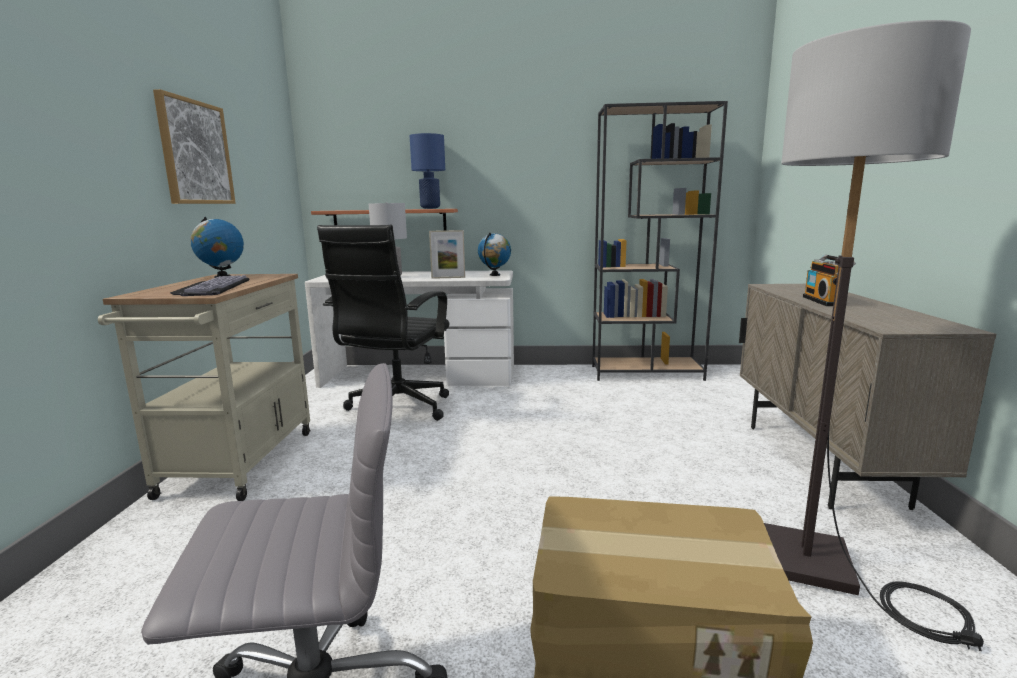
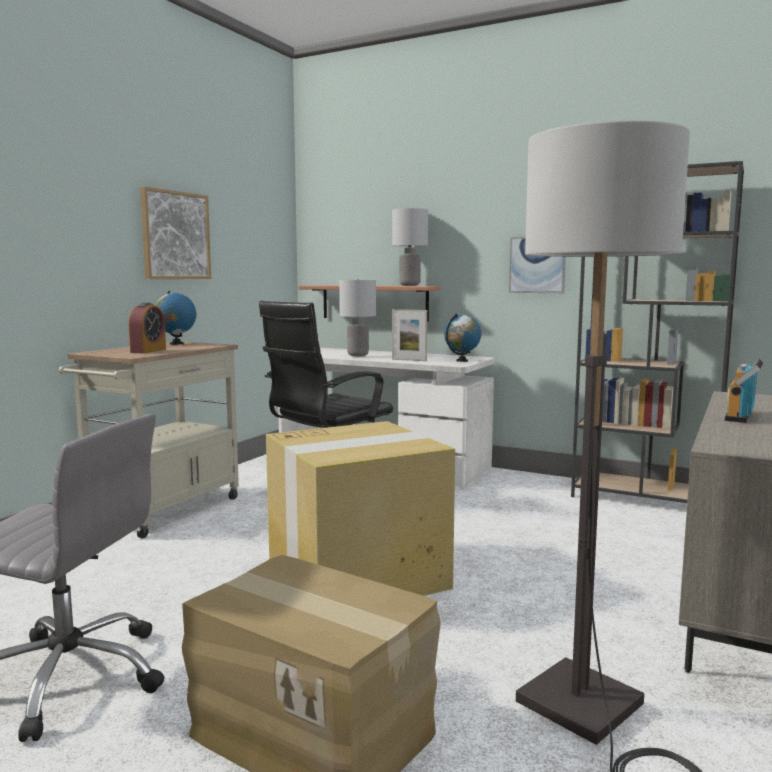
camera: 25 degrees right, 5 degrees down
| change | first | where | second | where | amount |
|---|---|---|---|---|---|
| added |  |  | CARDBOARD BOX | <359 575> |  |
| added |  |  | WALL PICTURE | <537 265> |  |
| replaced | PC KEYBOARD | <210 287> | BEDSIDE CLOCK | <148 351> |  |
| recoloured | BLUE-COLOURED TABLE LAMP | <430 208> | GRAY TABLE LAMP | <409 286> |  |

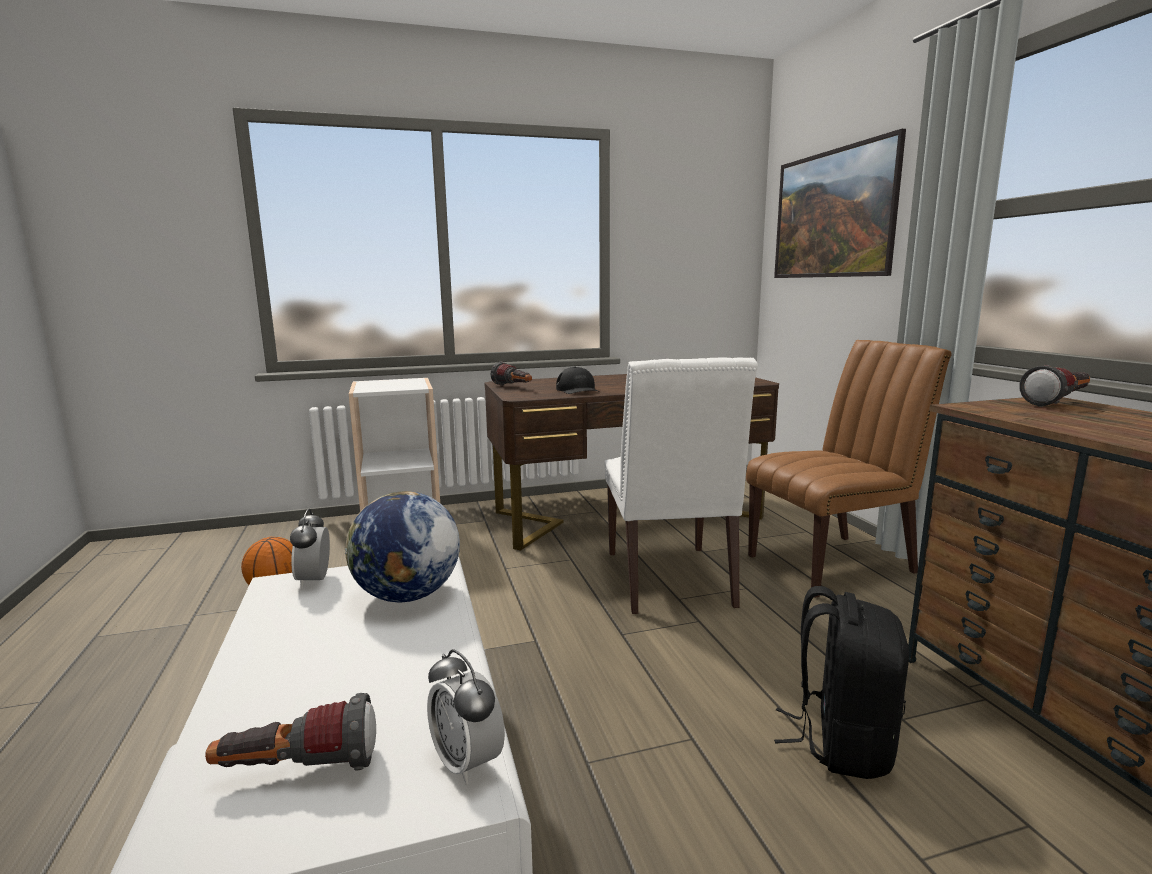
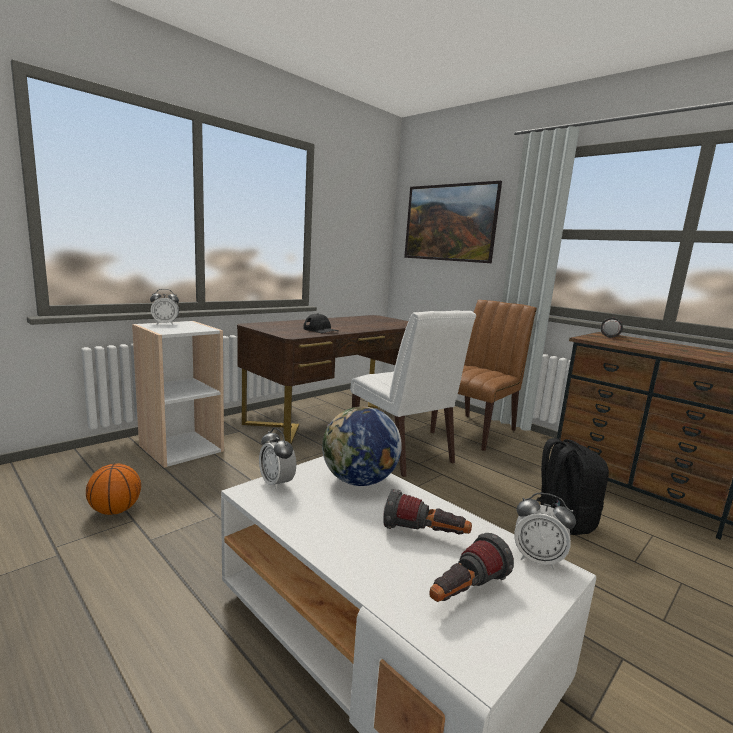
camera: 30 degrees left, 0 degrees up
| change | first | where | second | where | amount |
|---|---|---|---|---|---|
| added |  |  | BEDSIDE CLOCK | <165 324> |  |
| moved | HAND TORCH | <514 387> |  | <425 534> |  |

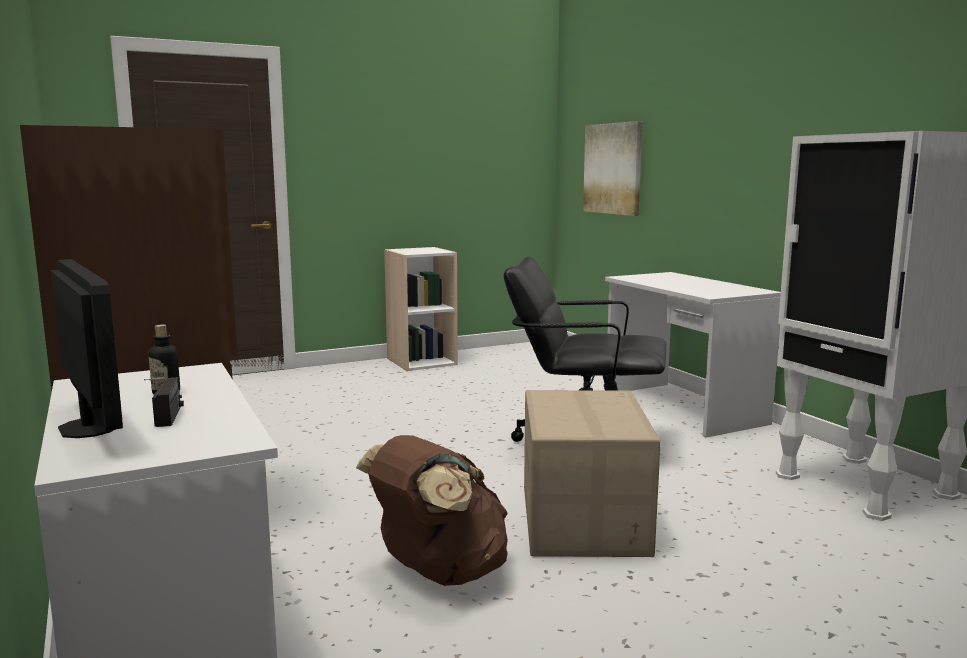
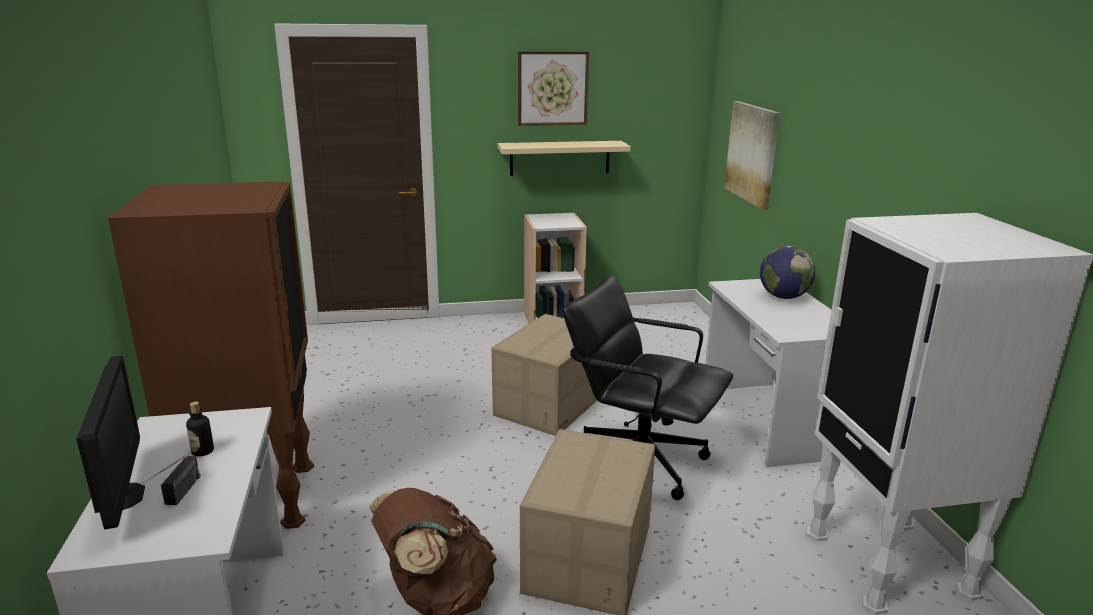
camera: 15 degrees right, 10 degrees up
| change | first | where | second | where | amount |
|---|---|---|---|---|---|
| added |  |  | CARDBOARD BOX | <551 405> |  |
| added |  |  | BEIGE-COLOURED BRACKET SHELF | <560 158> |  |
| added |  |  | WALL PICTURE | <552 88> |  |
| added |  |  | GLOBE | <783 297> |  |

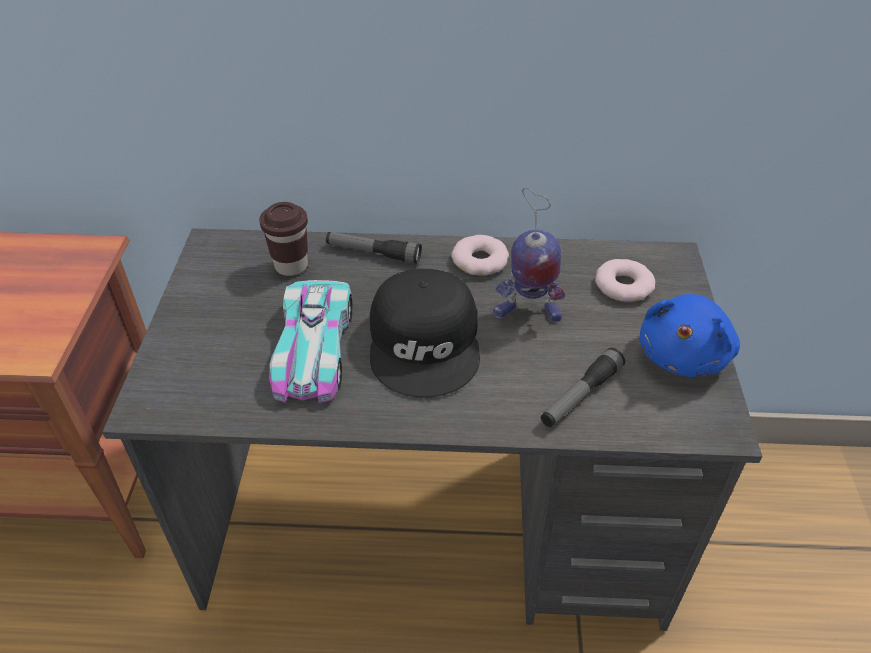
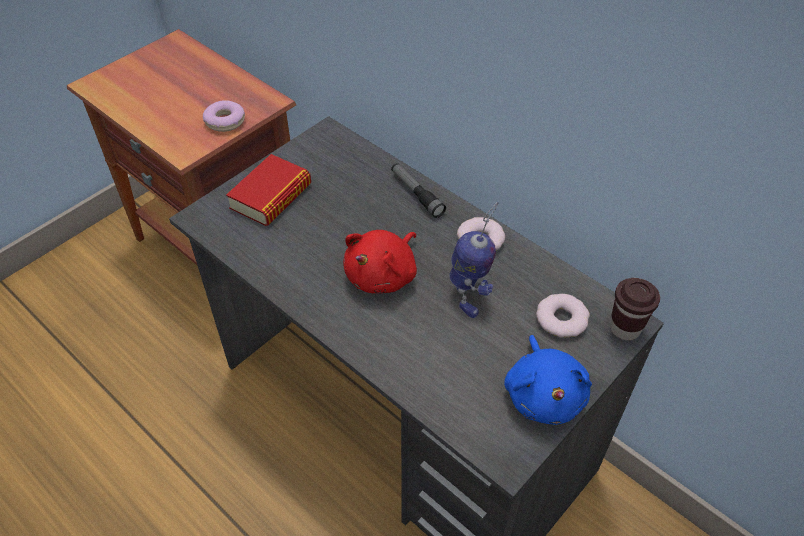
camera: 40 degrees right, 5 degrees up
| change | first | where | second | where | amount |
|---|---|---|---|---|---|
| removed | MODEL CAR | <314 348> |  |  |  |
| removed | HAND TORCH | <580 395> |  |  |  |
| added |  |  | RING DOUGHNUT | <225 121> |  |
| added |  |  | VOLUME | <271 196> |  |
| moved | BROWN CUP | <291 266> |  | <625 329> |  |
| replaced | BLACK-COLOURED CAP | <426 342> | RED CUDDLY TOY | <383 275> |  |
| turned | ROBOT FIGURE | <526 313> |  | <469 296> | 135 degrees counterclockwise |
| turned | BLUE-COLOURED CUDDLY TOY | <683 355> |  | <544 394> | 75 degrees counterclockwise |

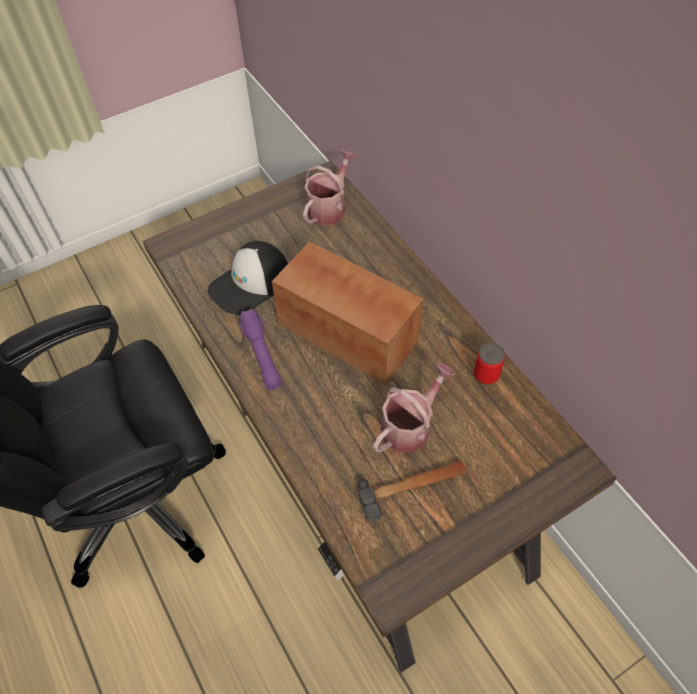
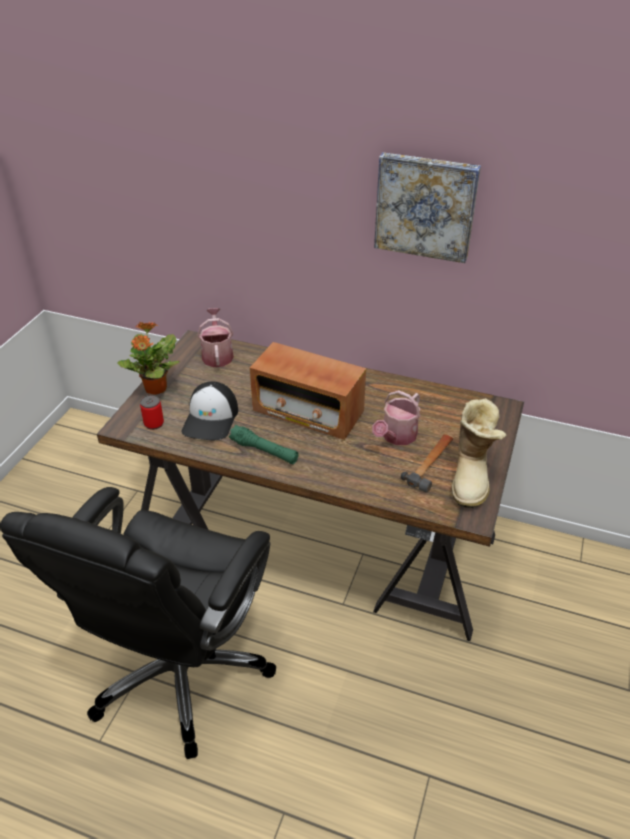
camera: 40 degrees left, 15 degrees down
| change | first | where | second | where | amount |
|---|---|---|---|---|---|
| added |  |  | HOUSEPLANT | <155 389> |  |
| added |  |  | WALL PICTURE | <426 206> |  |
| added |  |  | BOOT | <472 477> |  |
| moved | METAL CAN | <486 375> |  | <154 423> |  |
| recoloured | PURPLE HAND TORCH | <261 355> | GREENISH HAND TORCH | <264 451> |  |
| turned | RADIO RECEIVER | <348 334> |  | <308 413> | 150 degrees counterclockwise |
| turned | SPRINKLING CAN | <410 426> |  | <396 437> | 150 degrees counterclockwise |

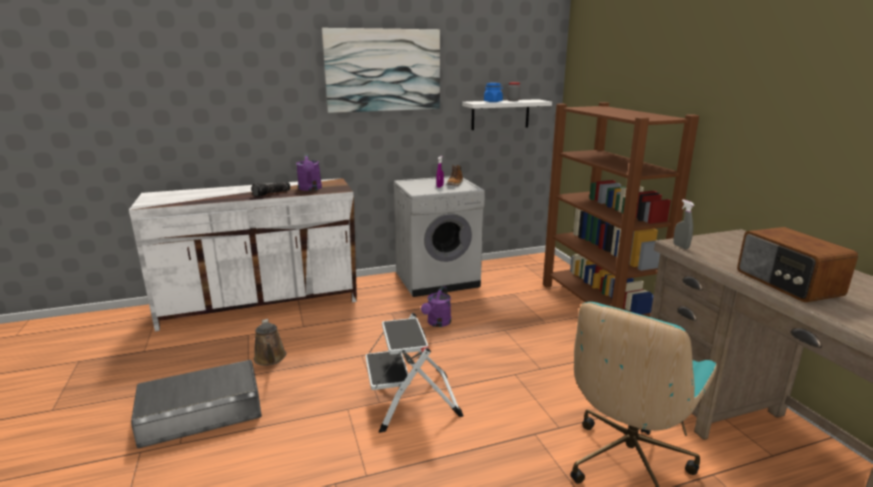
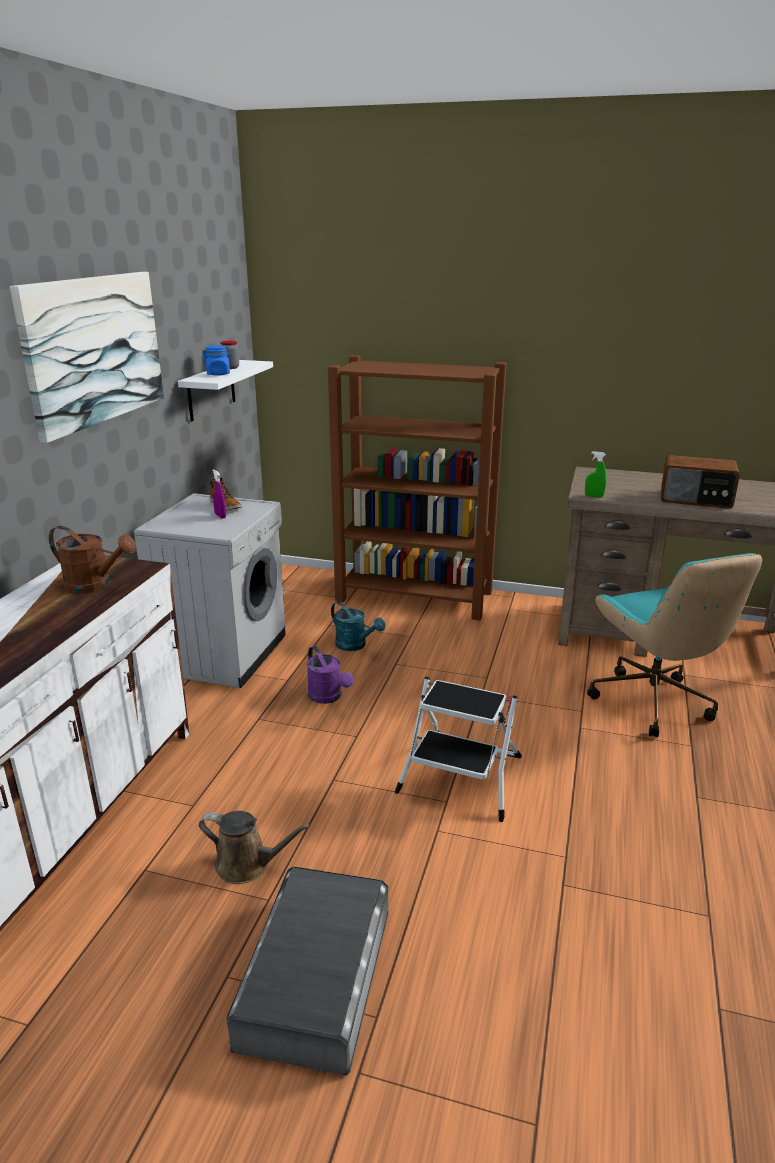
camera: 55 degrees left, 5 degrees up
| change | first | where | second | where | amount |
|---|---|---|---|---|---|
| removed | HAND TORCH | <272 194> |  |  |  |
| added |  |  | BLUE-GREEN SPRINKLING CAN | <355 645> |  |
| recoloured | PURPLE SPRINKLING CAN | <310 189> | BROWN SPRINKLING CAN | <95 585> |  |
| recoloured | GRAY SPRAY BOTTLE | <680 246> | GREENISH SPRAY BOTTLE | <594 496> |  |

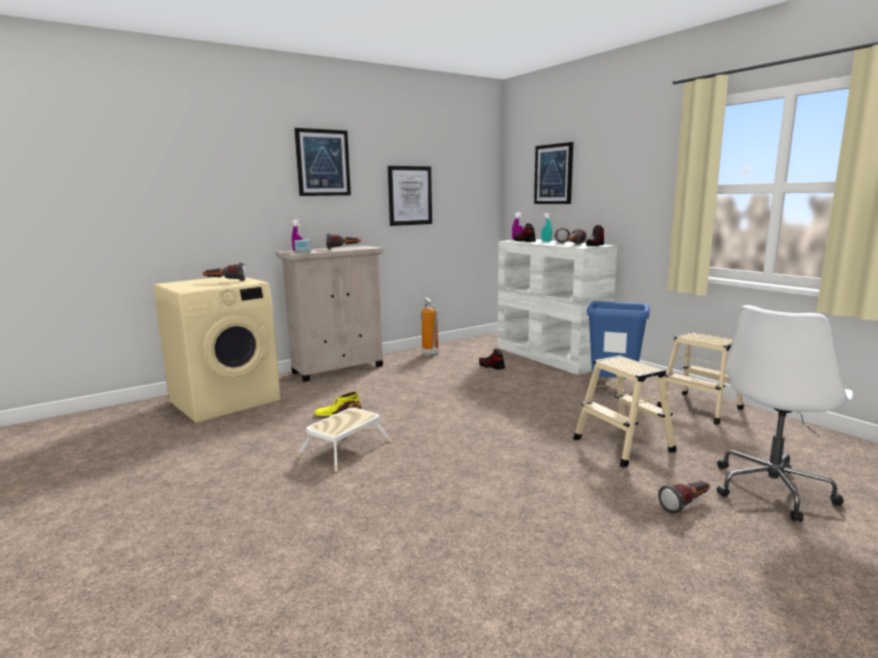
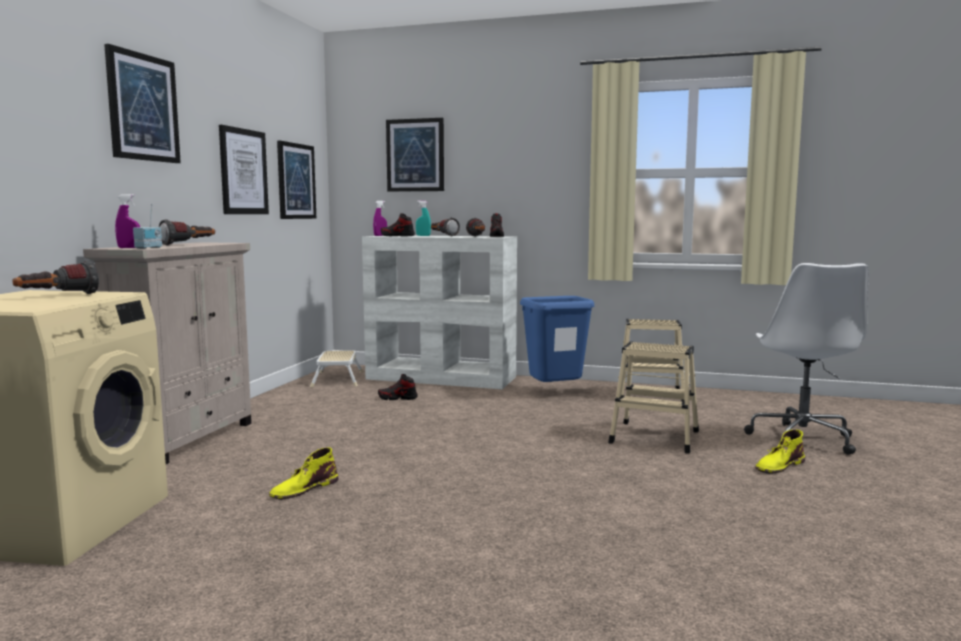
camera: 40 degrees left, 5 degrees down
| change | first | where | second | where | amount |
|---|---|---|---|---|---|
| removed | EXTINGUISHER | <430 353> |  |  |  |
| added |  |  | WALL PICTURE | <296 181> |  |
| moved | BEIGE-COLOURED STEP LADDER | <345 448> |  | <338 379> |  |
| replaced | HAND TORCH | <686 505> | YELLOW-COLOURED BOOT | <779 465> |  |

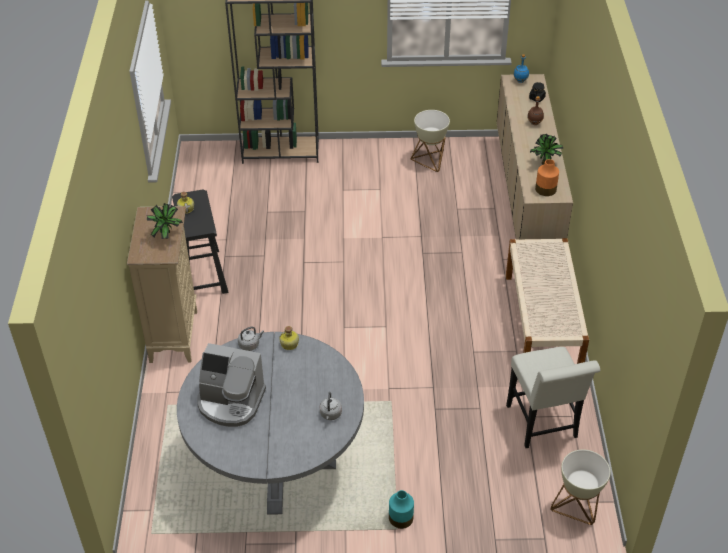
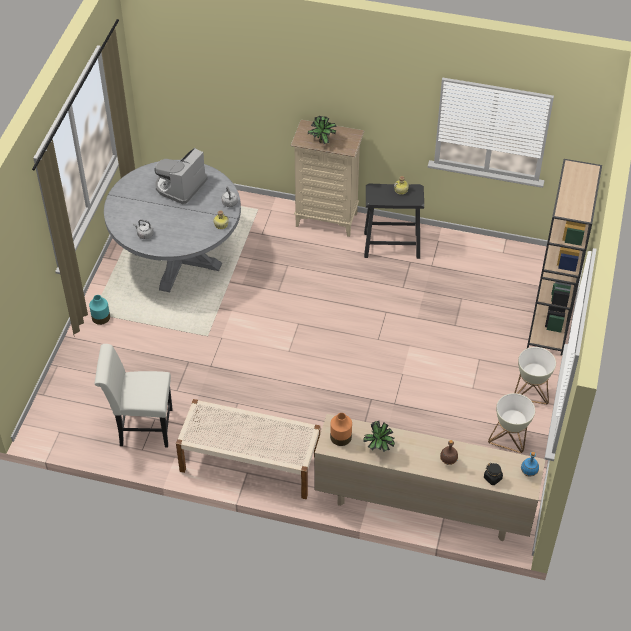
camera: 105 degrees right, 5 degrees up
| change | first | where | second | where | amount |
|---|---|---|---|---|---|
| moved | FLOWER POT | <576 508> |  | <530 393> |  |

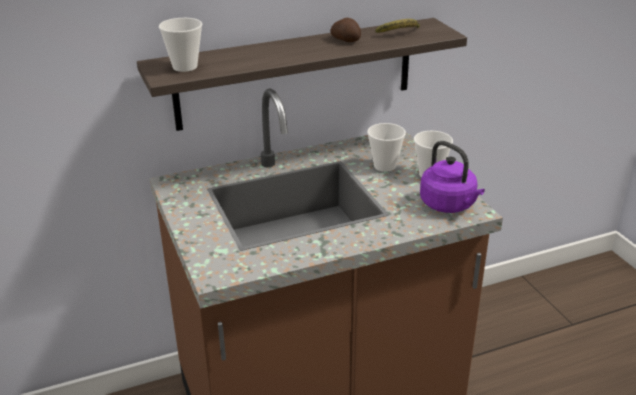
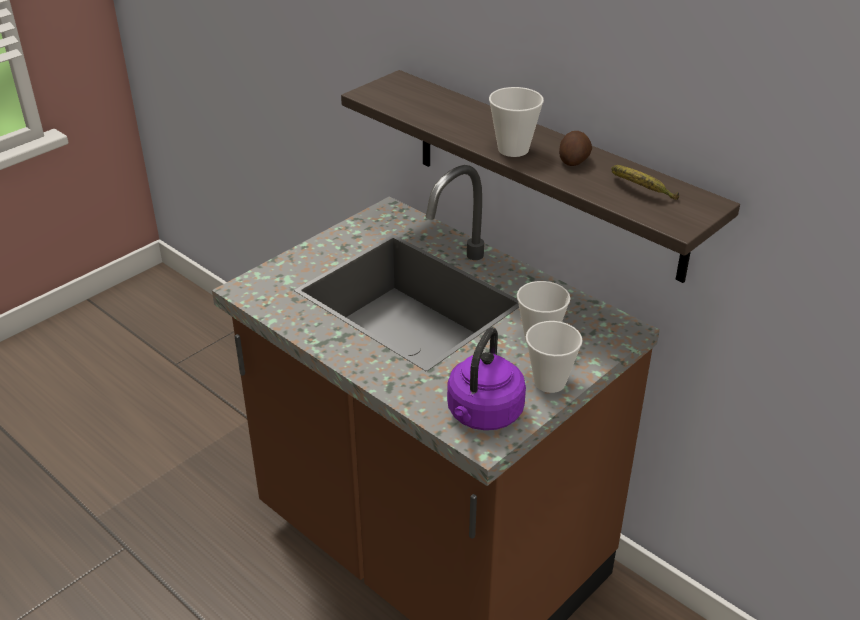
camera: 65 degrees right, 5 degrees up
| change | first | where | second | where | amount |
|---|---|---|---|---|---|
| moved | CUP | <185 67> |  | <513 149> |  |

